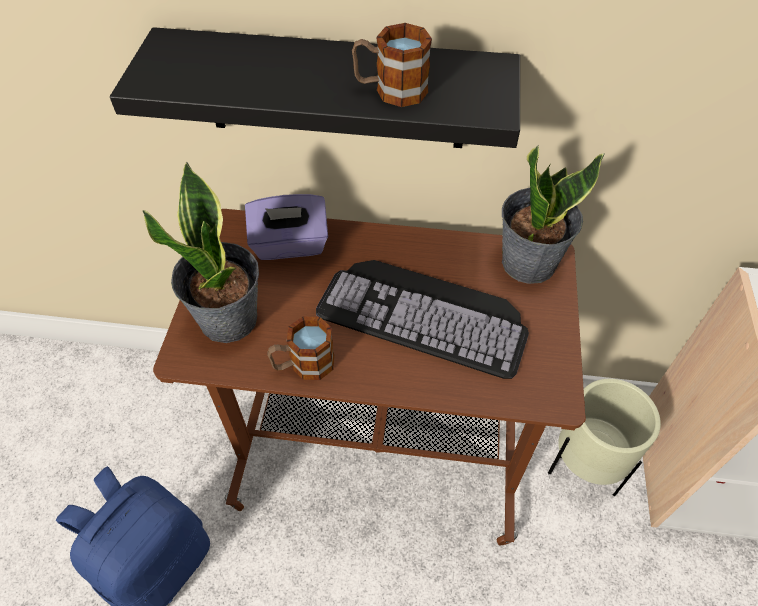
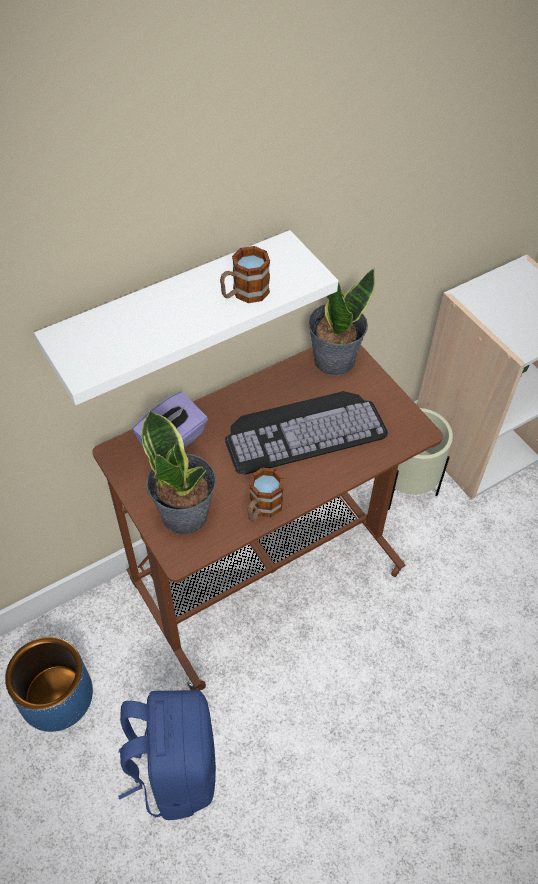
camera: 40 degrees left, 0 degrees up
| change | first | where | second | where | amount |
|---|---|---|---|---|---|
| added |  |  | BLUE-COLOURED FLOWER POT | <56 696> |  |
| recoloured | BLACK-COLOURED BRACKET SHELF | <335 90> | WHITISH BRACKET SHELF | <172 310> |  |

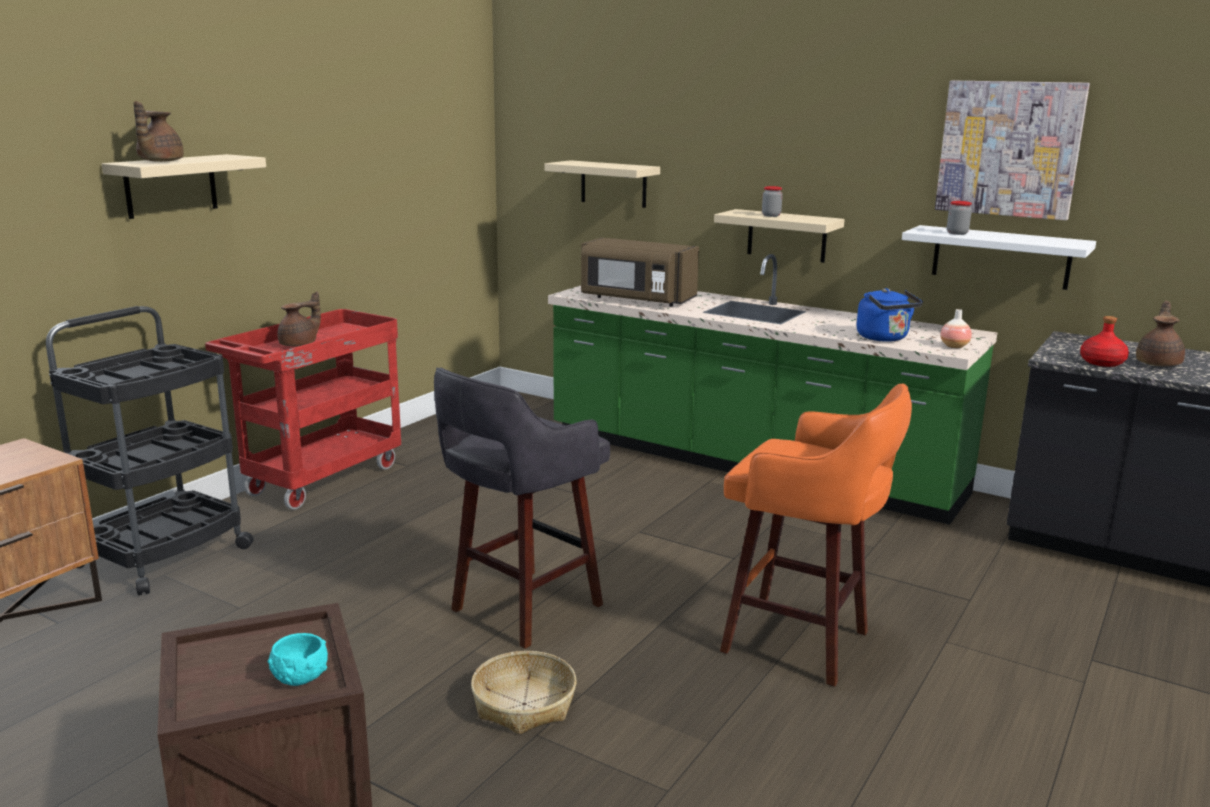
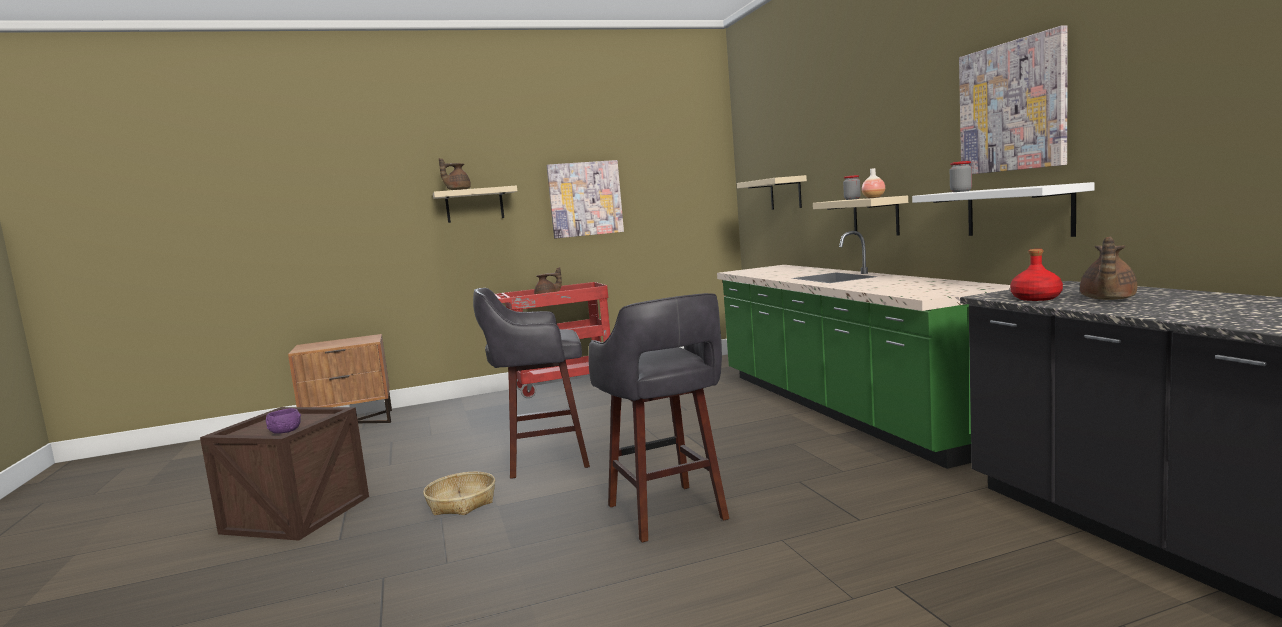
camera: 40 degrees right, 10 degrees down
| change | first | where | second | where | amount |
|---|---|---|---|---|---|
| removed | BLACK-COLOURED CART | <165 556> |  |  |  |
| removed | BROWN MICROWAVE | <636 299> |  |  |  |
| removed | BLUE-COLOURED WATER KETTLE | <884 338> |  |  |  |
| added |  |  | WALL PICTURE | <585 199> |  |
| moved | VASE | <954 346> |  | <873 198> |  |
| recoloured | BLUE-GREEN SERVING BOWL | <300 676> | PURPLE SERVING BOWL | <285 431> |  |
| recoloured | ORANGE SITTING STOOL | <802 645> | GRAY SITTING STOOL | <668 515> |  |
| turned | BROWN TEAPOT | <1158 363> |  | <1107 299> | 150 degrees clockwise |

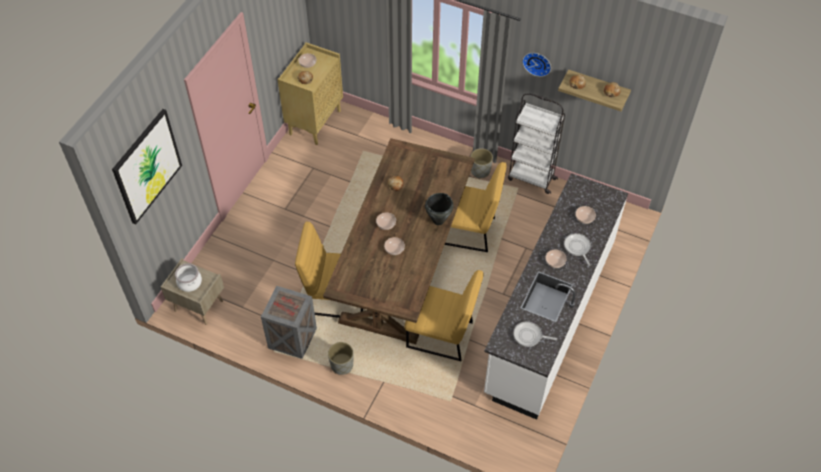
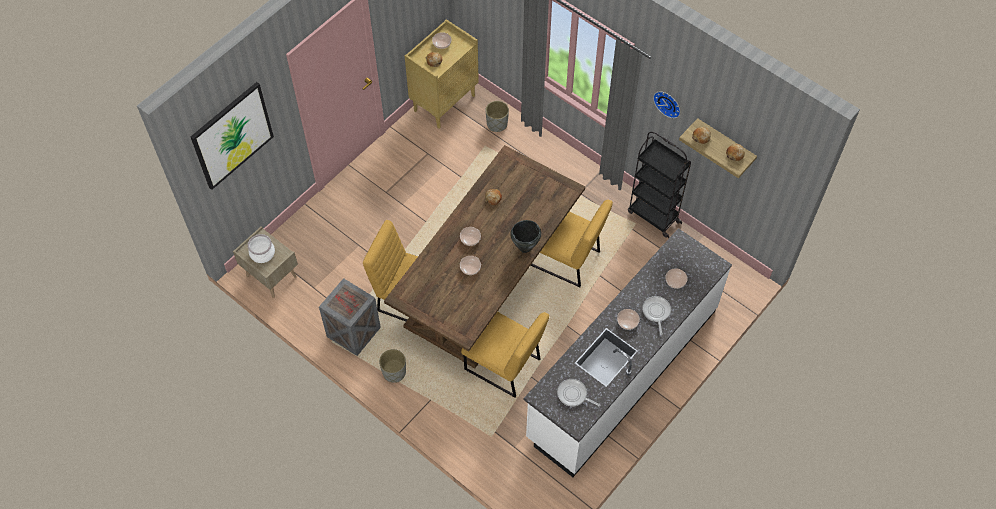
camera: 15 degrees right, 5 degrees up
| change | first | where | second | where | amount |
|---|---|---|---|---|---|
| moved | GRAY FLOWER POT | <480 171> |  | <497 124> |  |
| recoloured | WHITISH CART | <531 179> | BLACK-COLOURED CART | <653 217> |  |

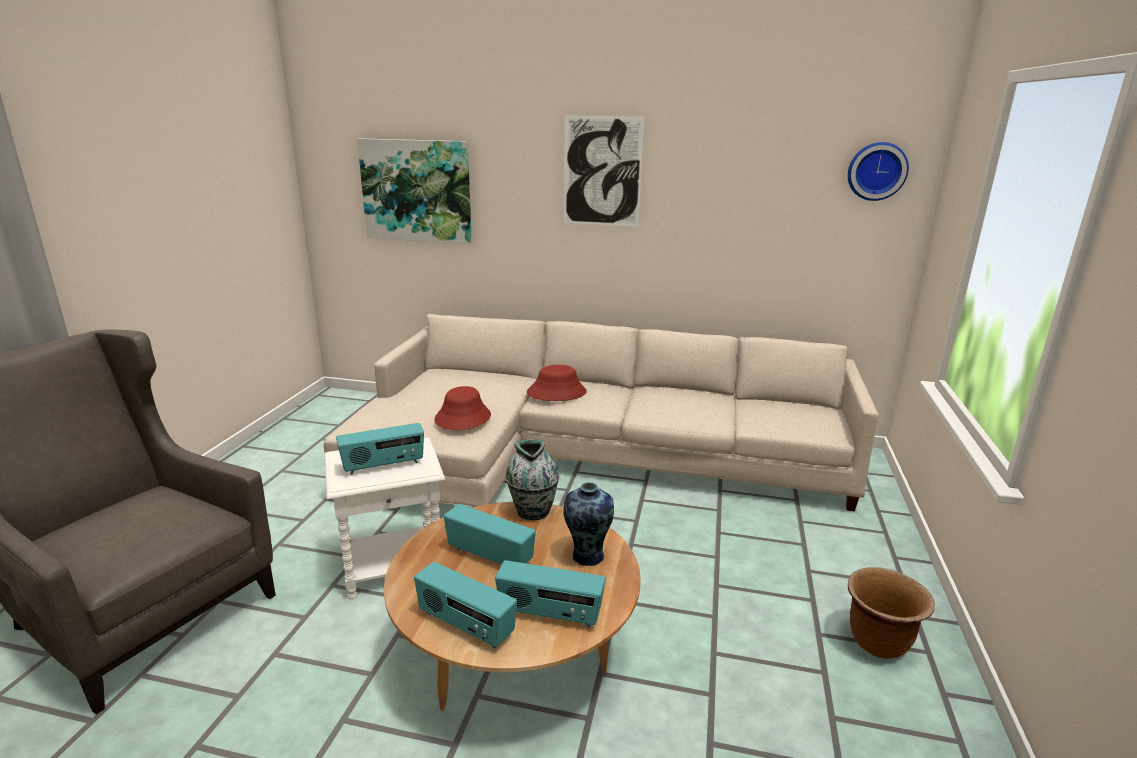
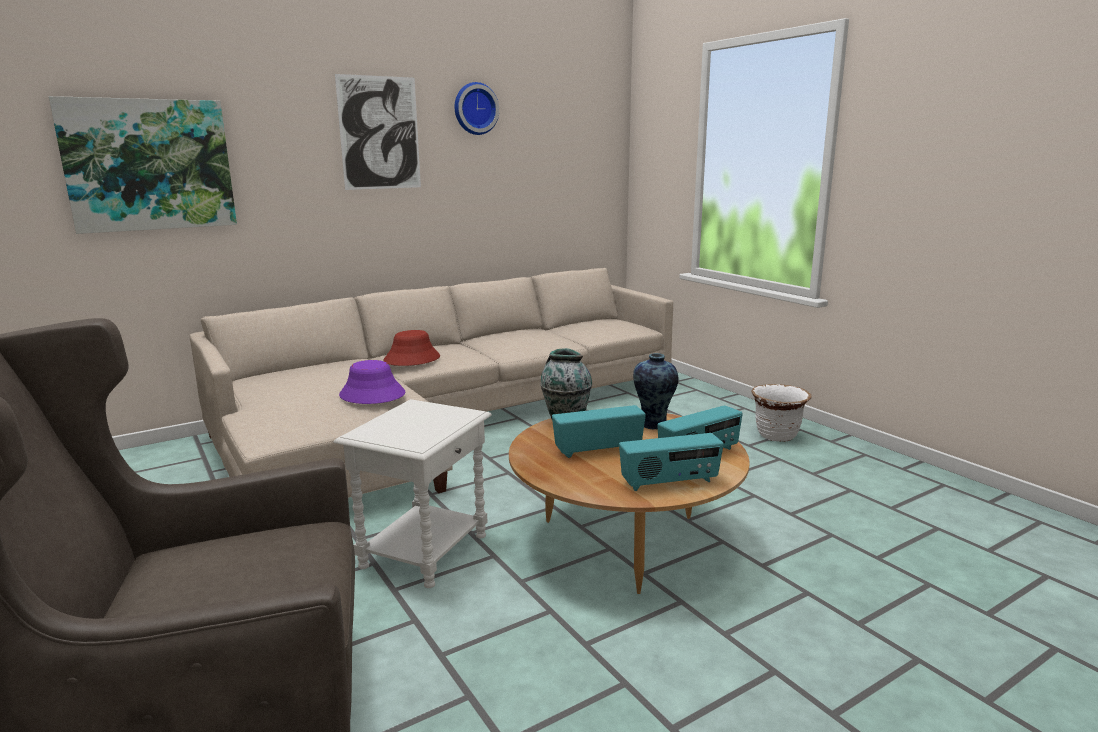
camera: 45 degrees left, 5 degrees down
| change | first | where | second | where | amount |
|---|---|---|---|---|---|
| removed | RADIO RECEIVER | <383 465> |  |  |  |
| moved | HANGING CLOCK | <876 171> |  | <475 109> |  |
| recoloured | RED CLOTHING HAT | <462 418> | PURPLE CLOTHING HAT | <372 395> |  |
| recoloured | BROWN FLOWER POT | <878 643> | WHITISH FLOWER POT | <777 436> |  |

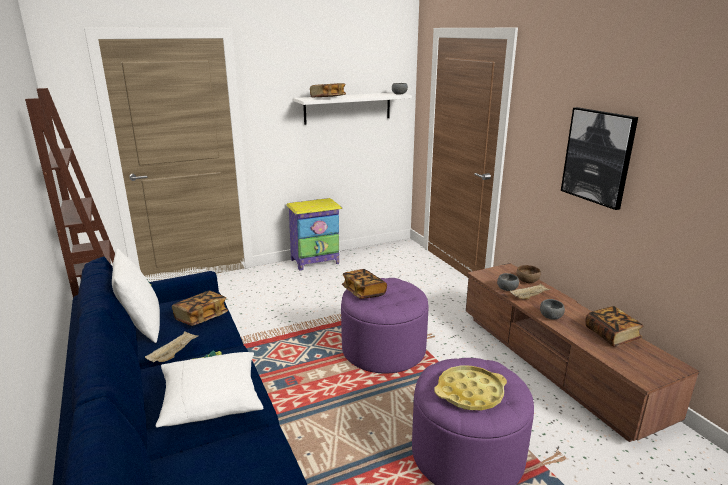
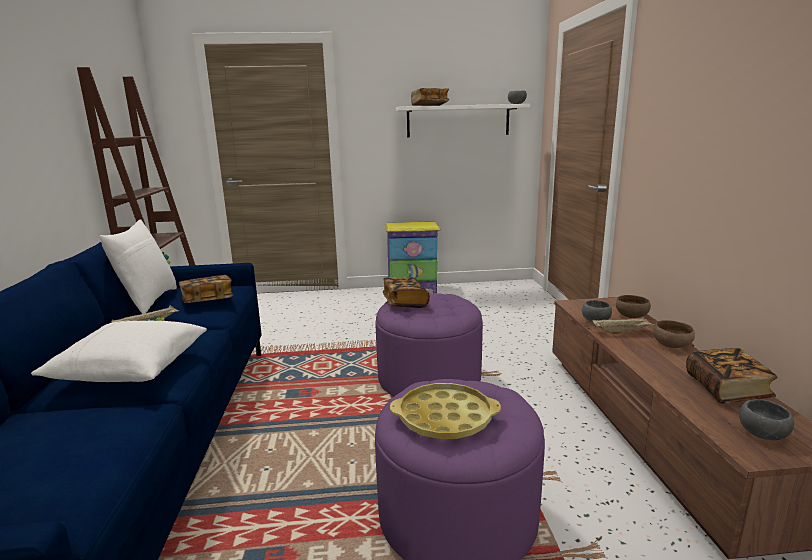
camera: 20 degrees right, 5 degrees down
| change | first | where | second | where | amount |
|---|---|---|---|---|---|
| removed | WALL PICTURE | <598 156> |  |  |  |
| added |  |  | BROWN SERVING BOWL | <672 345> |  |
| moved | GRAY SERVING BOWL | <550 317> |  | <761 434> |  |

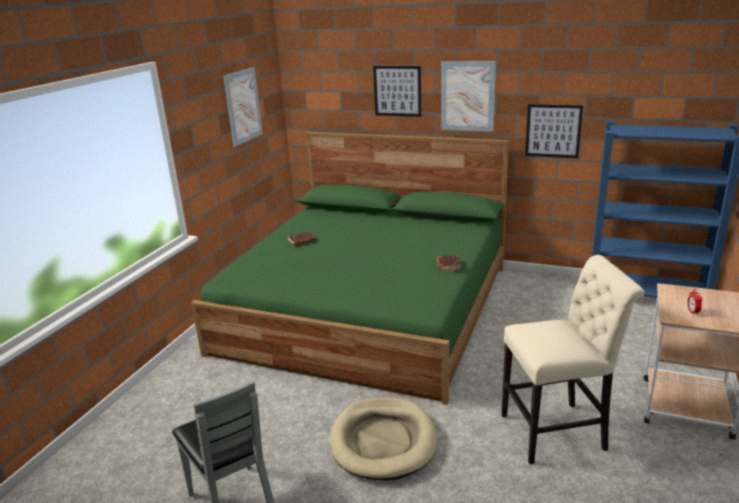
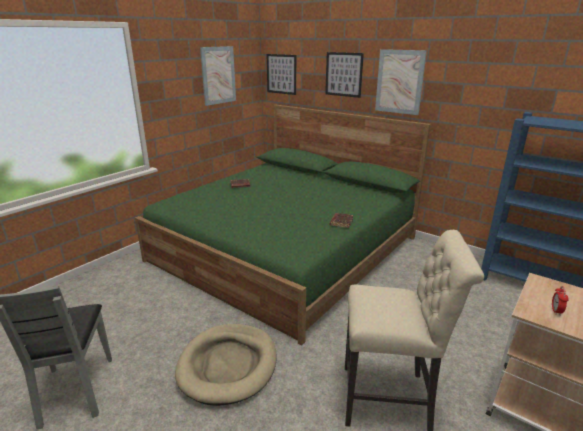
camera: 15 degrees right, 0 degrees up
| change | first | where | second | where | amount |
|---|---|---|---|---|---|
| moved | WALL PICTURE | <553 131> |  | <281 74> |  |

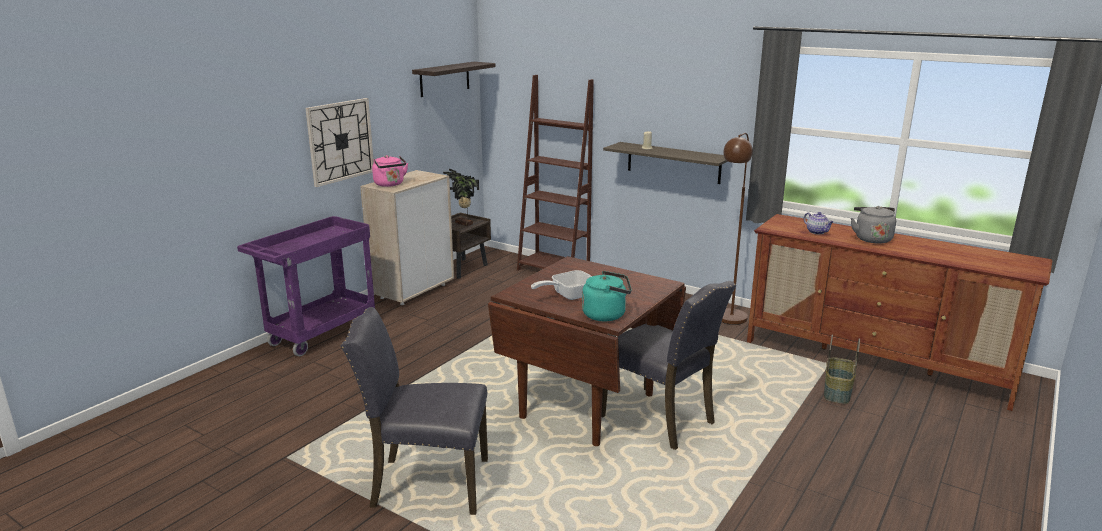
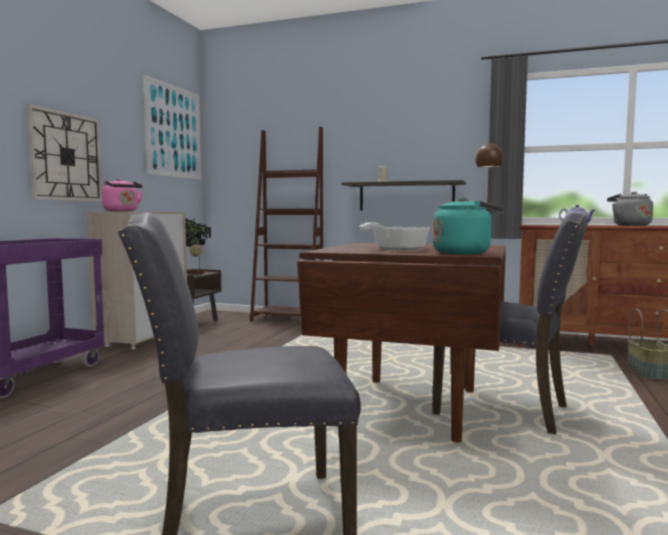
camera: 15 degrees left, 15 degrees down
| change | first | where | second | where | amount |
|---|---|---|---|---|---|
| replaced | BRACKET SHELF | <444 79> | WALL PICTURE | <174 131> |  |

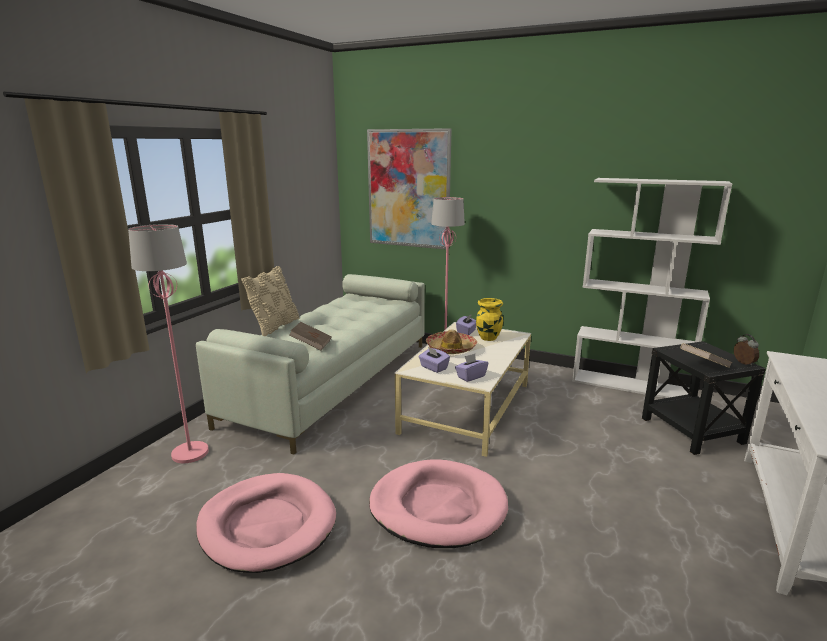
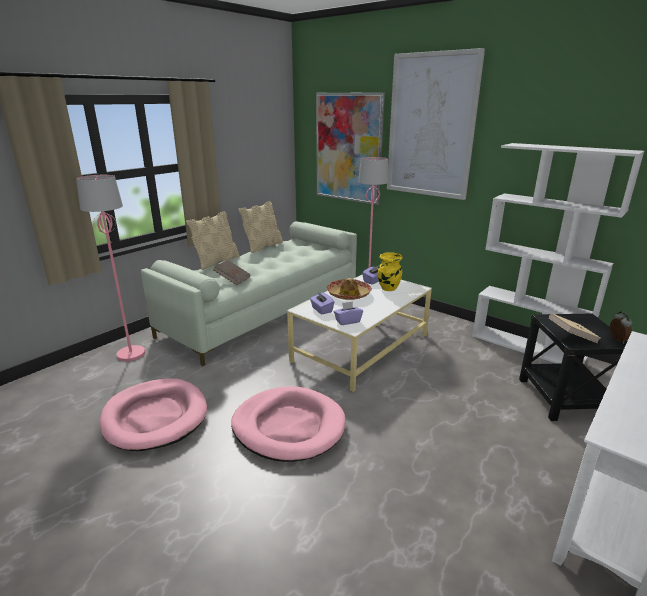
camera: 15 degrees right, 5 degrees up
| change | first | where | second | where | amount |
|---|---|---|---|---|---|
| added |  |  | BEIGE-COLOURED THROW PILLOW | <263 247> |  |
| added |  |  | WALL PICTURE | <431 126> |  |

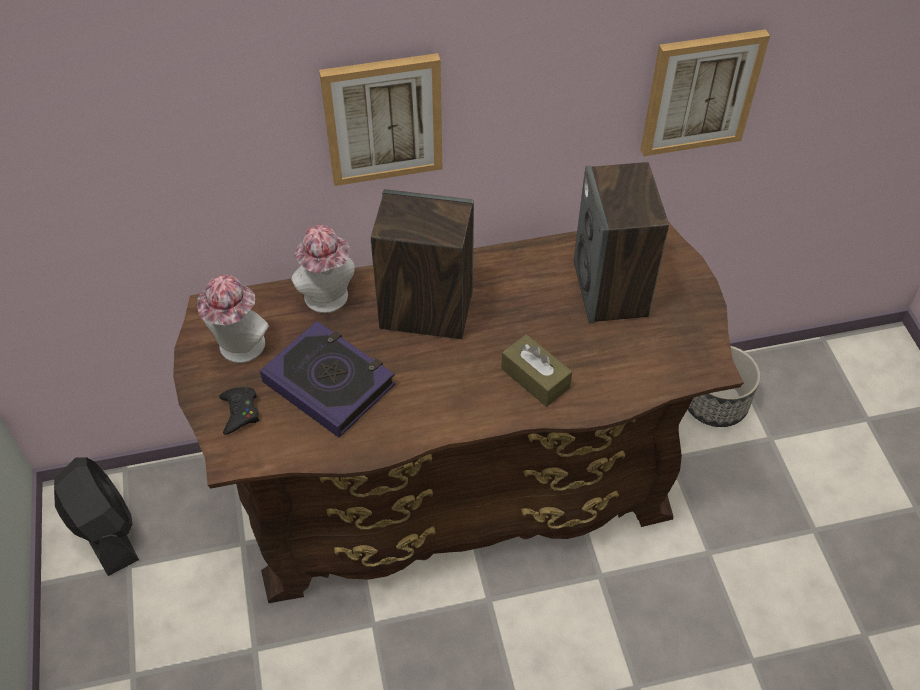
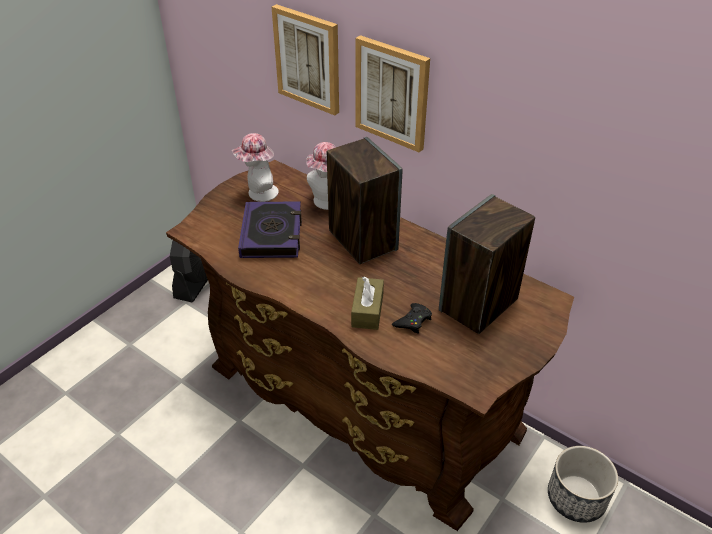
camera: 50 degrees right, 10 degrees down
| change | first | where | second | where | amount |
|---|---|---|---|---|---|
| moved | BLACK-COLOURED GAME CONTROLLER | <240 412> |  | <413 321> |  |
| moved | WALL PICTURE | <700 92> |  | <308 59> |  |

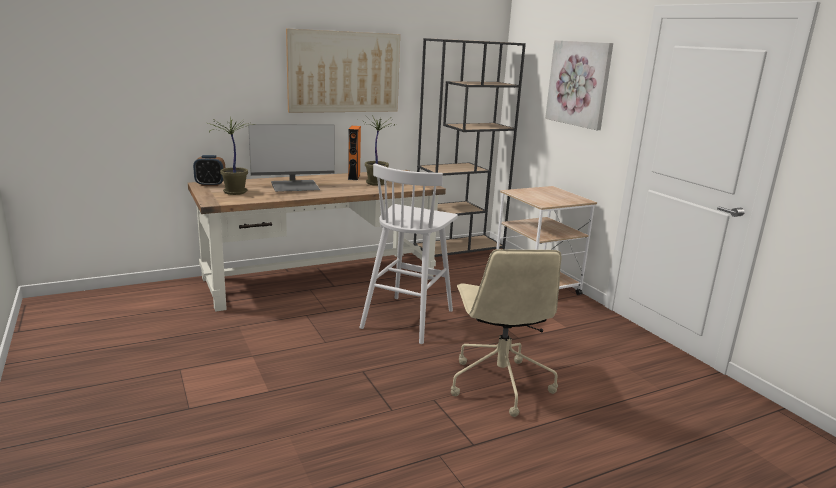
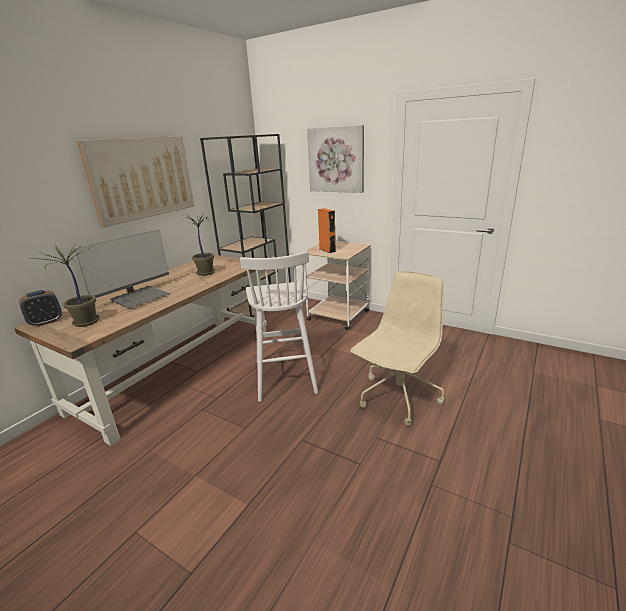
camera: 30 degrees left, 5 degrees up
| change | first | where | second | where | amount |
|---|---|---|---|---|---|
| moved | ORANGE SPEAKER | <354 177> |  | <327 250> |  |
| turned | BEIGE-COLOURED OFFICE CHAIR | <498 382> |  | <397 400> | 105 degrees counterclockwise |

